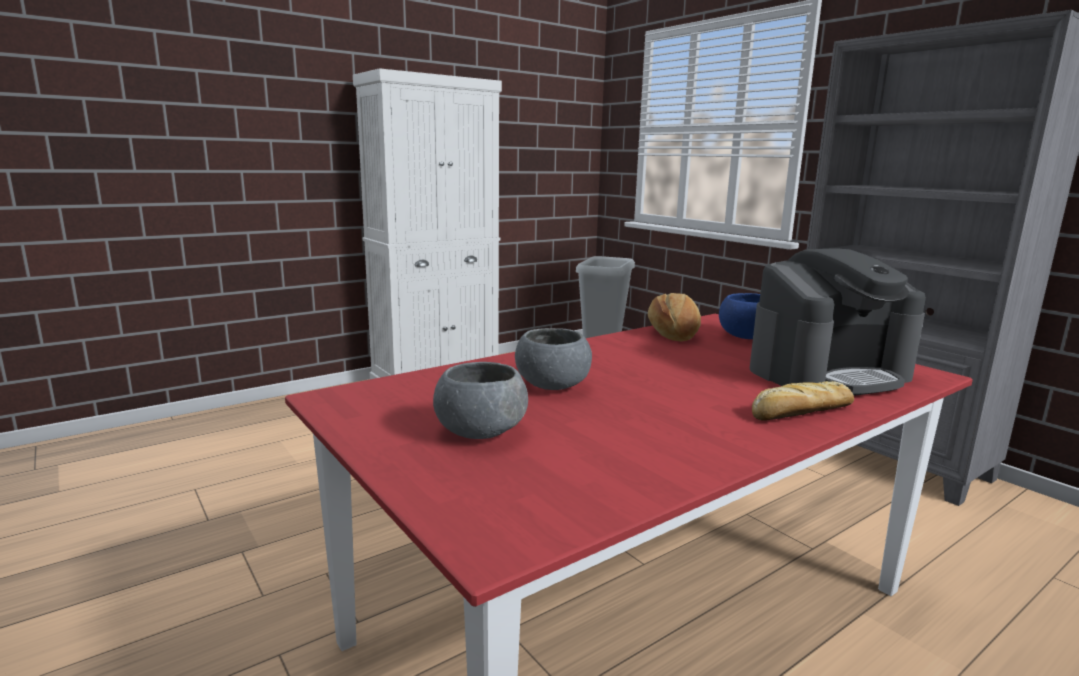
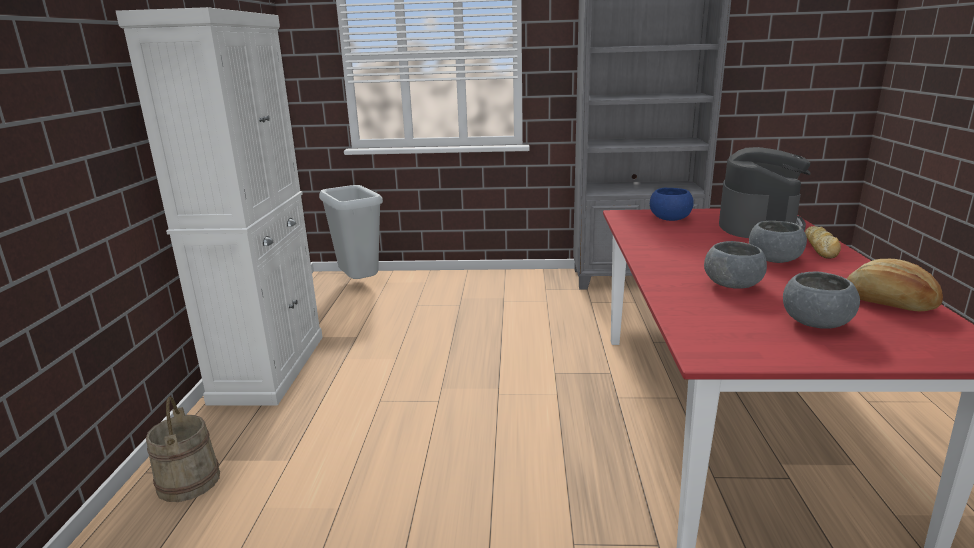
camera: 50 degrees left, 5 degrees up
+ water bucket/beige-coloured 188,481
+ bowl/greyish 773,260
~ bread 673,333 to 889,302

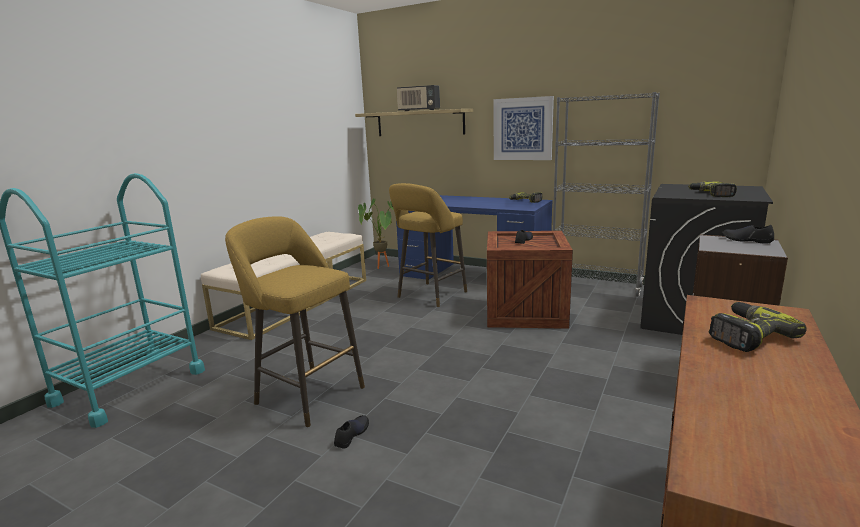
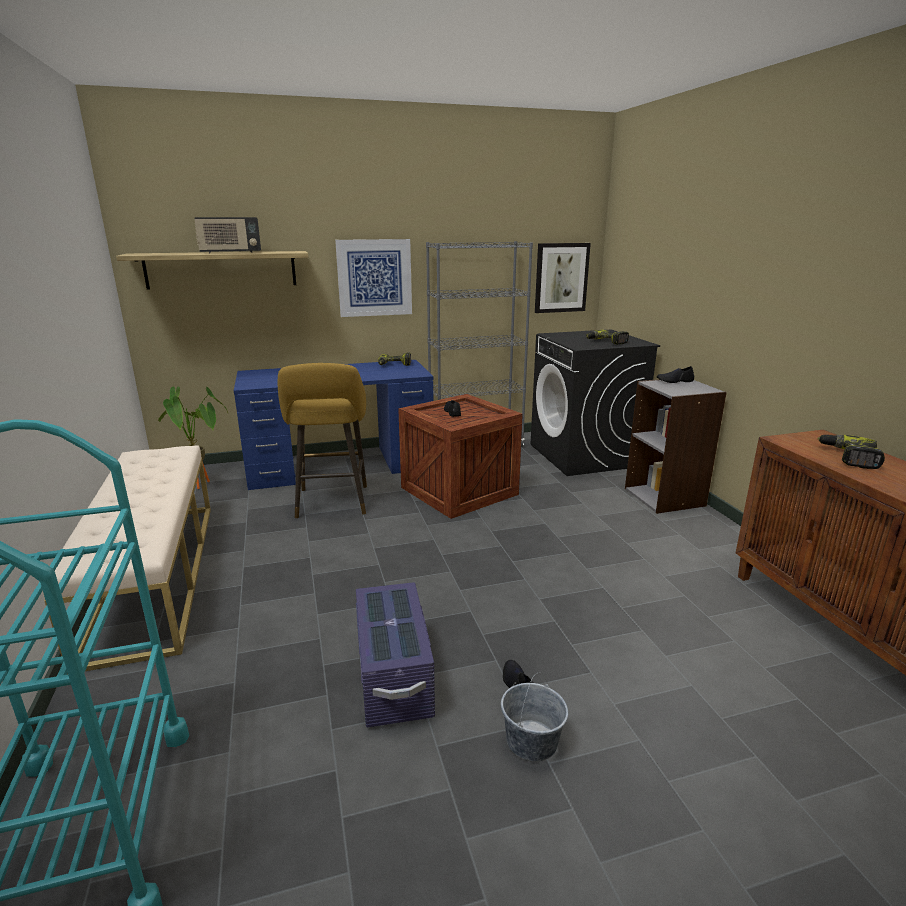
camera: 45 degrees left, 5 degrees up
+ water bucket/greyish 531,741
+ wall picture 561,278
~ sitting stool/yellow 306,393 to storage bin/purple 394,676

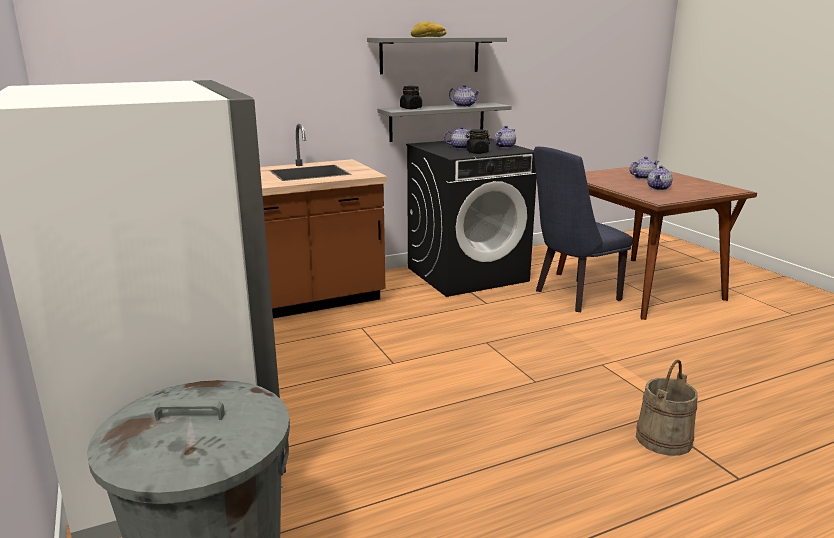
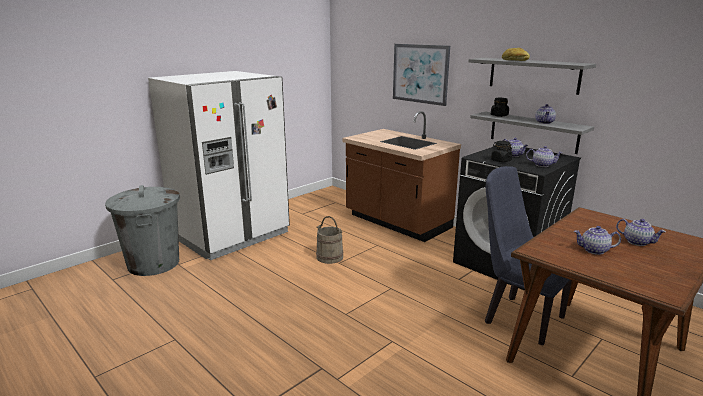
camera: 70 degrees right, 0 degrees up
+ wall picture 420,73
~ water bucket/beige-coloured 663,439 to 330,257

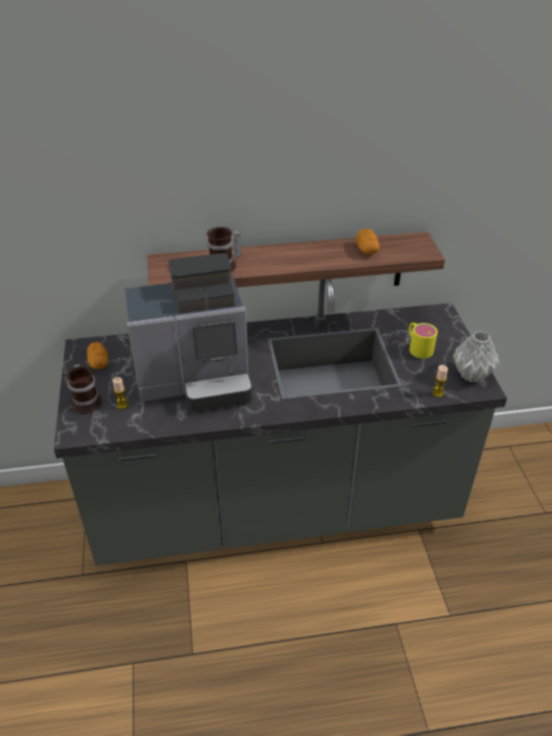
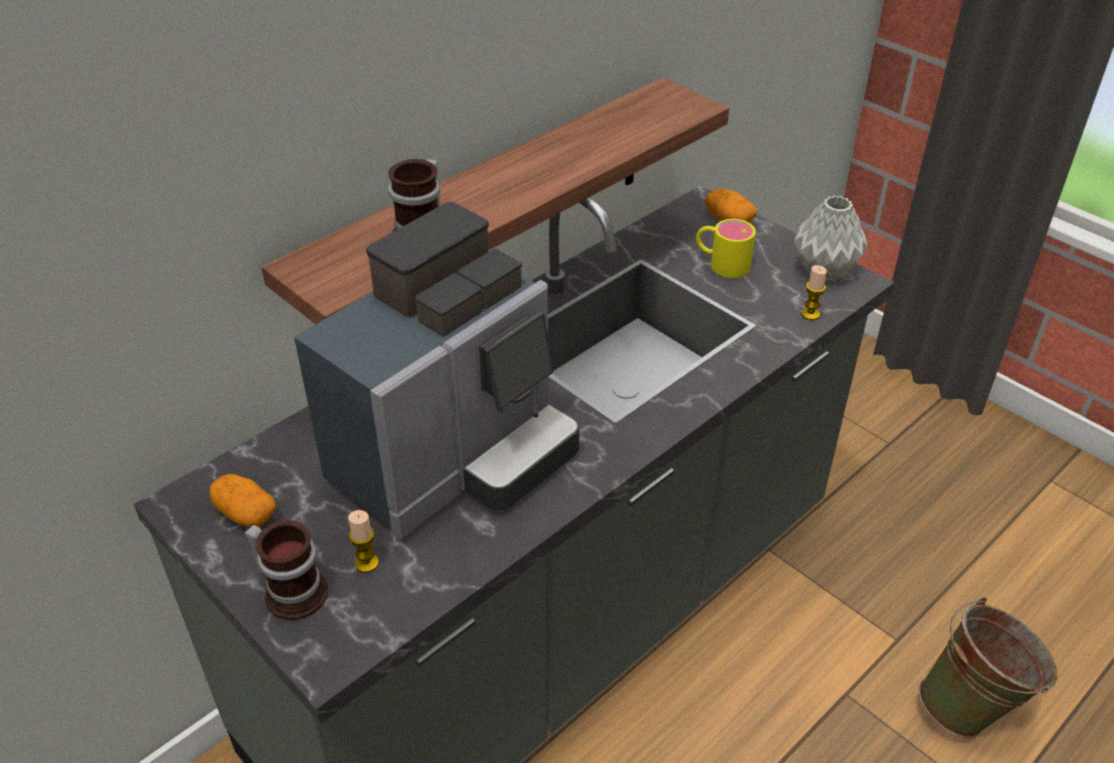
camera: 35 degrees left, 0 degrees up
+ water bucket/green 972,709
~ potato 366,250 to 728,219

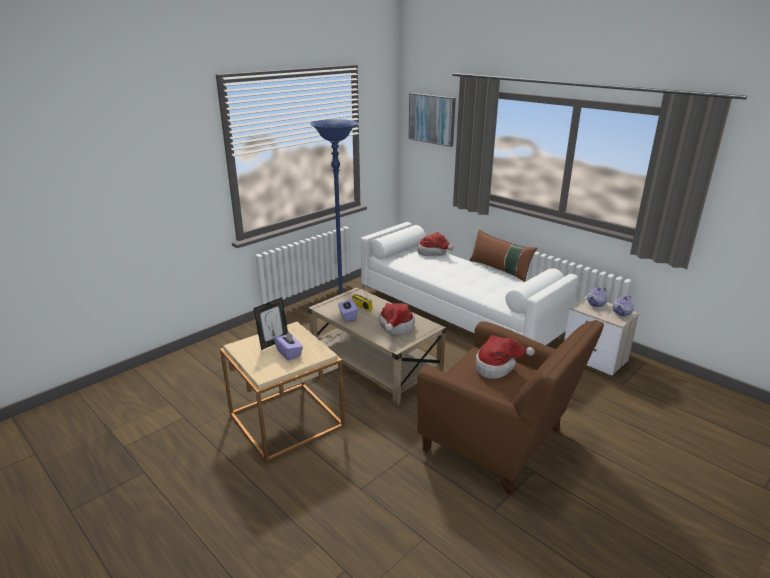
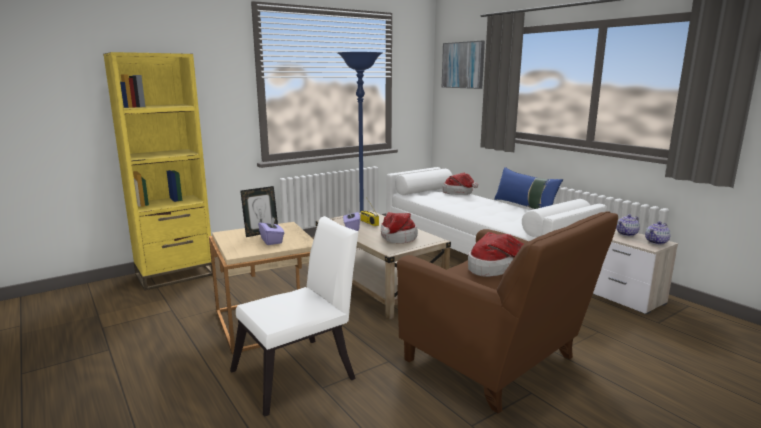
camera: 10 degrees right, 10 degrees down
+ bookcase/yellow 175,275
+ chair/whitish 300,373
~ pillow/brown-coloured 500,269 to pillow/blue 525,206

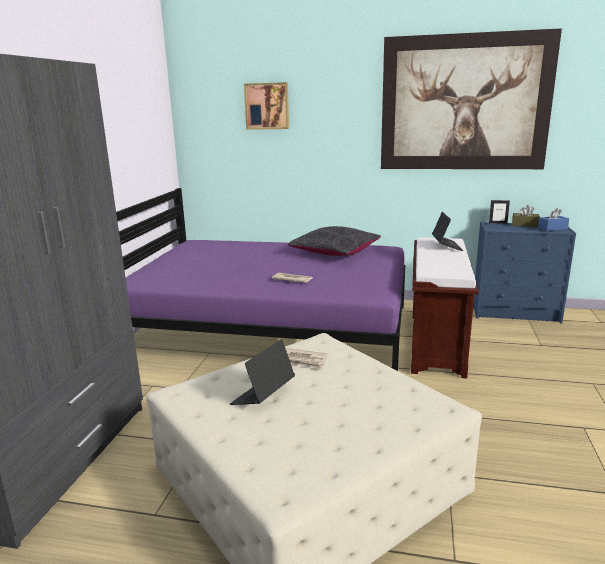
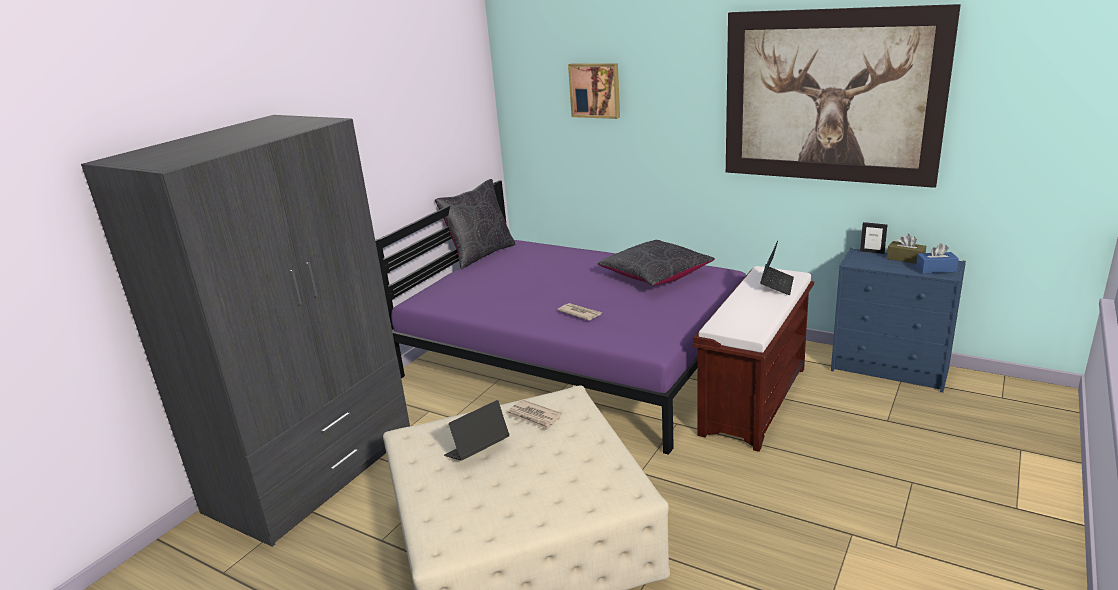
camera: 20 degrees right, 5 degrees up
+ pillow/blackish 480,254

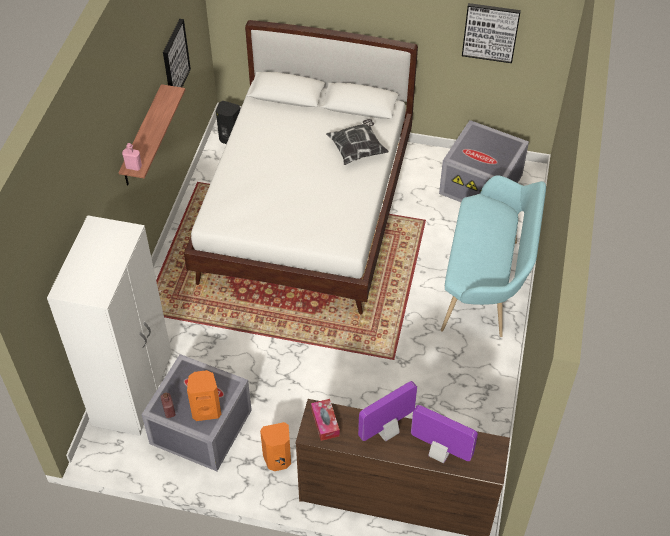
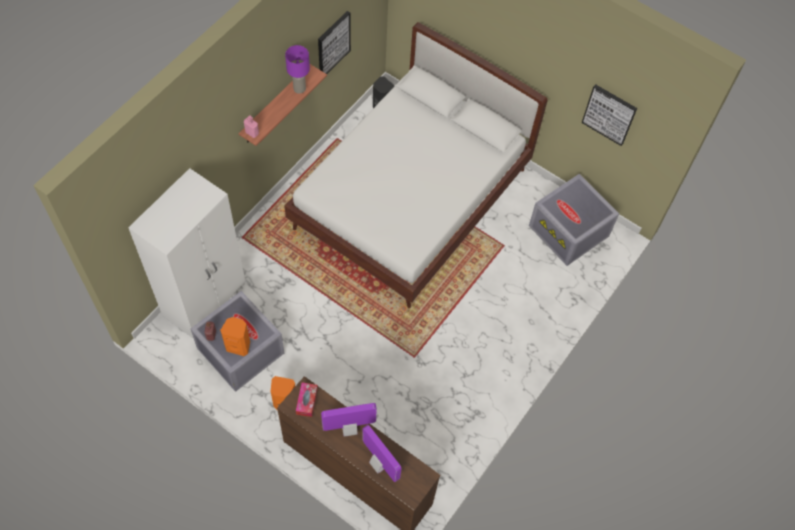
camera: 20 degrees right, 10 degrees up
- pillow 357,150
- long seat/blue-green 486,284
+ tabletop lamp/purple 299,89

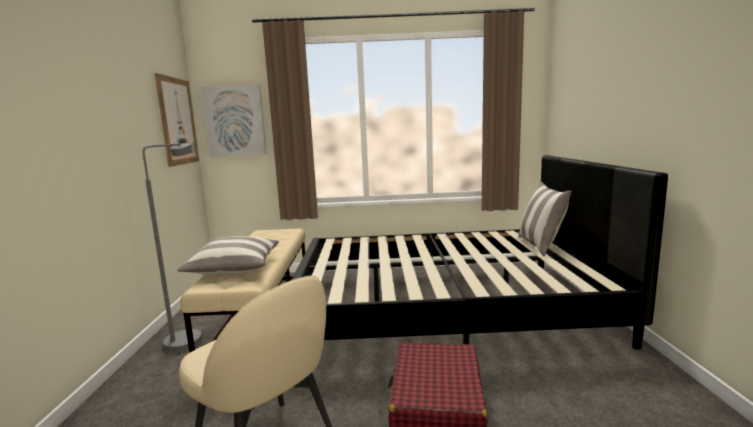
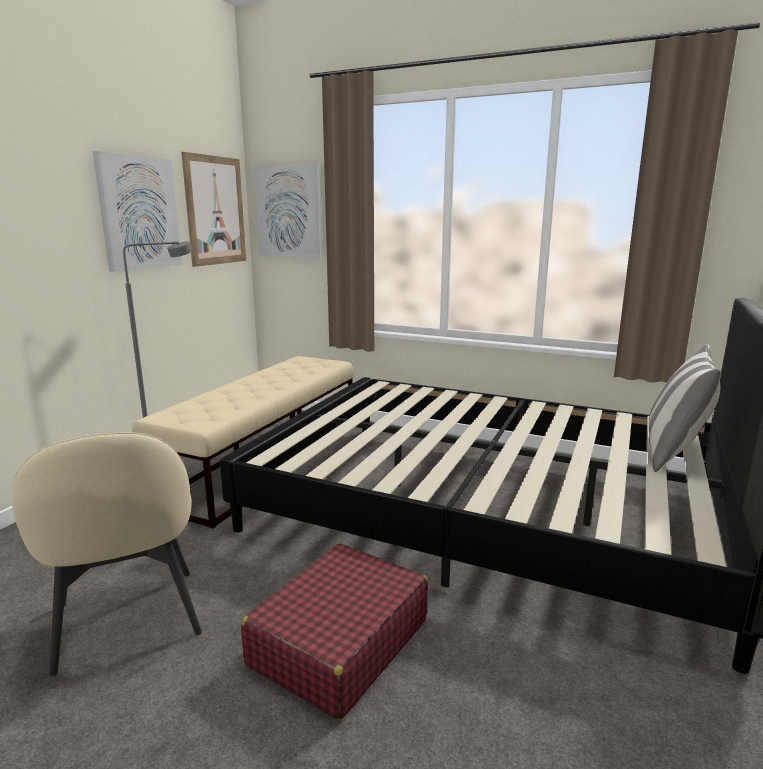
camera: 25 degrees right, 5 degrees up
- pillow 235,268
+ wall picture 139,213

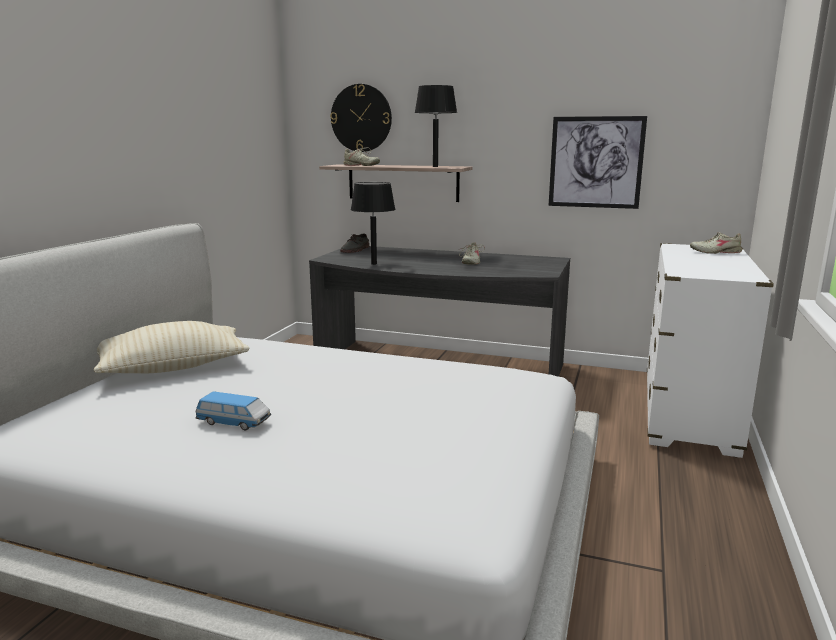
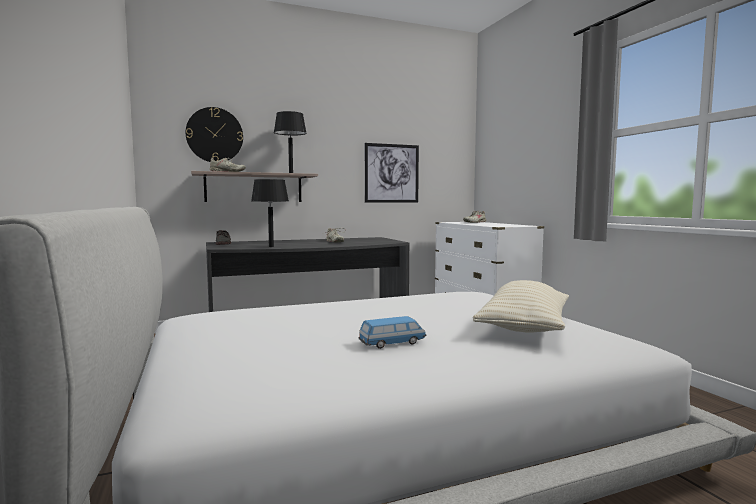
camera: 40 degrees left, 10 degrees down
~ pillow/beige-coloured 173,368 to 524,327

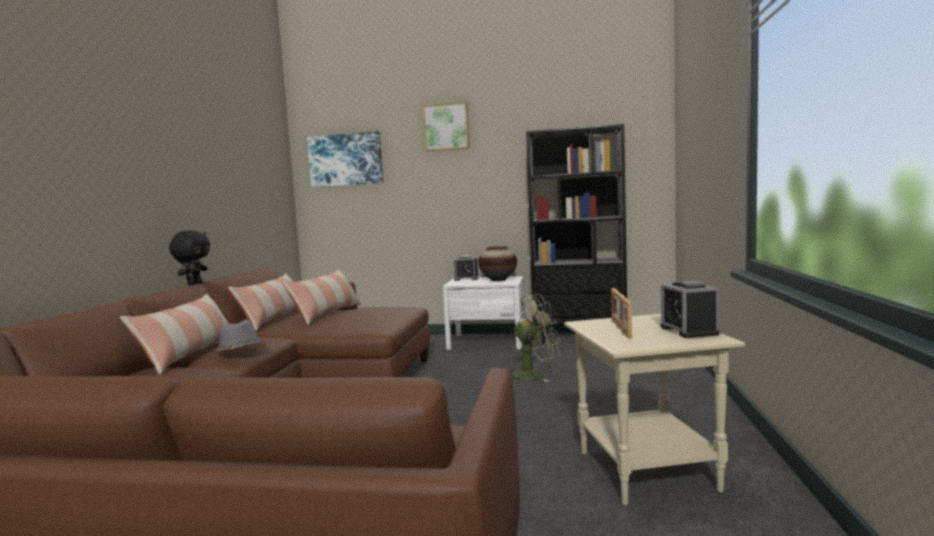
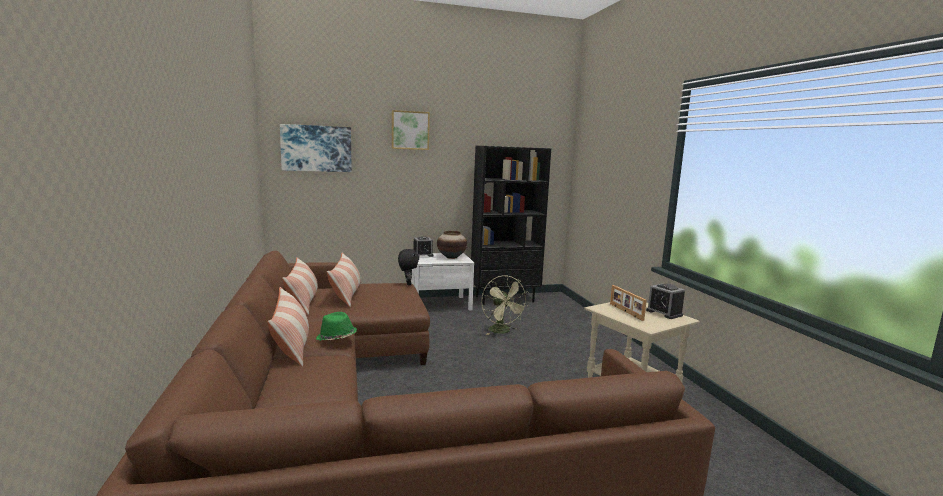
camera: 25 degrees left, 5 degrees up
~ soft toy/blackish 194,284 to 407,284
~ hat/greyish 239,351 to hat/green 336,338
~ cooling fan/green 534,374 = 502,331 105 degrees clockwise

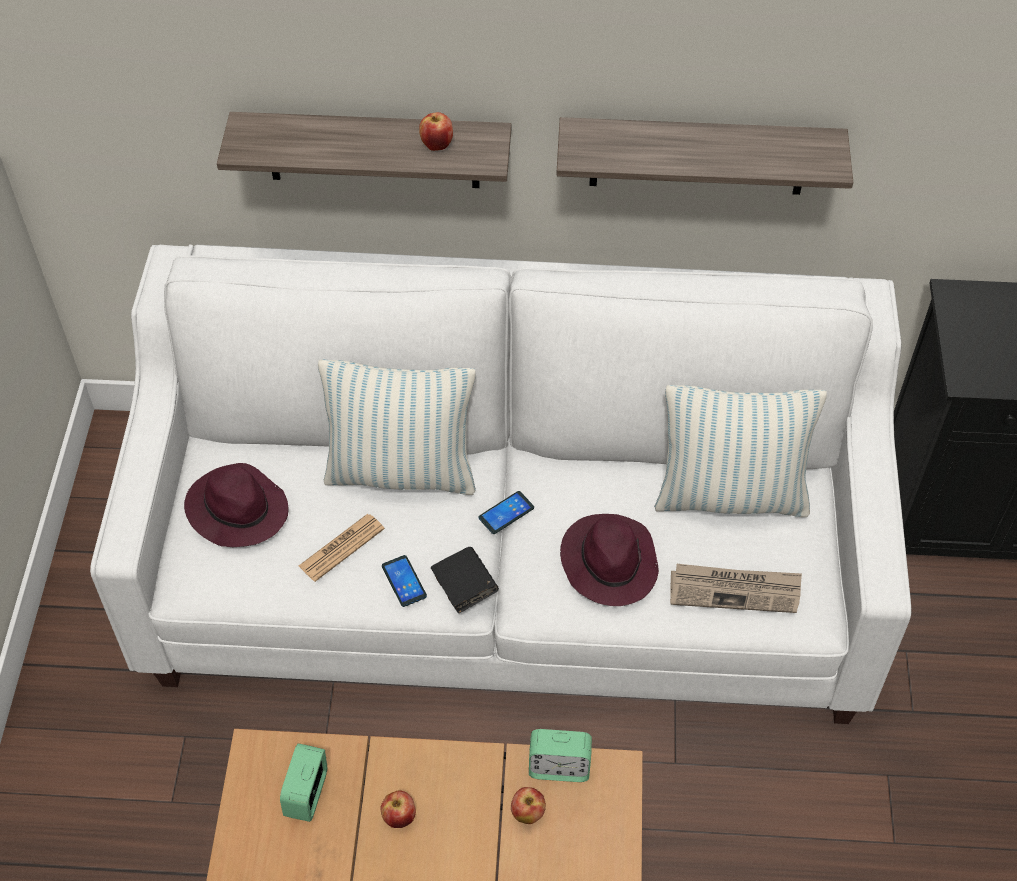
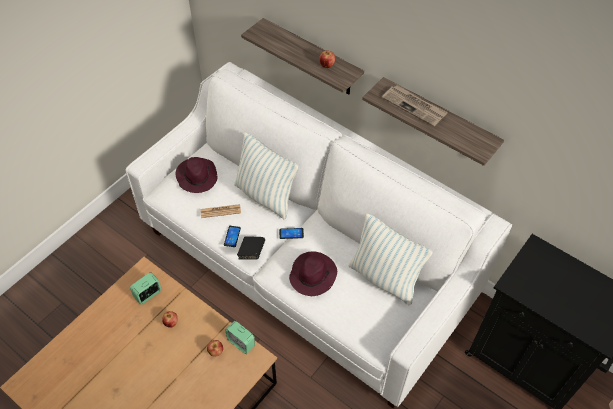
camera: 35 degrees right, 0 degrees up
~ daily paper 735,590 to 414,106

